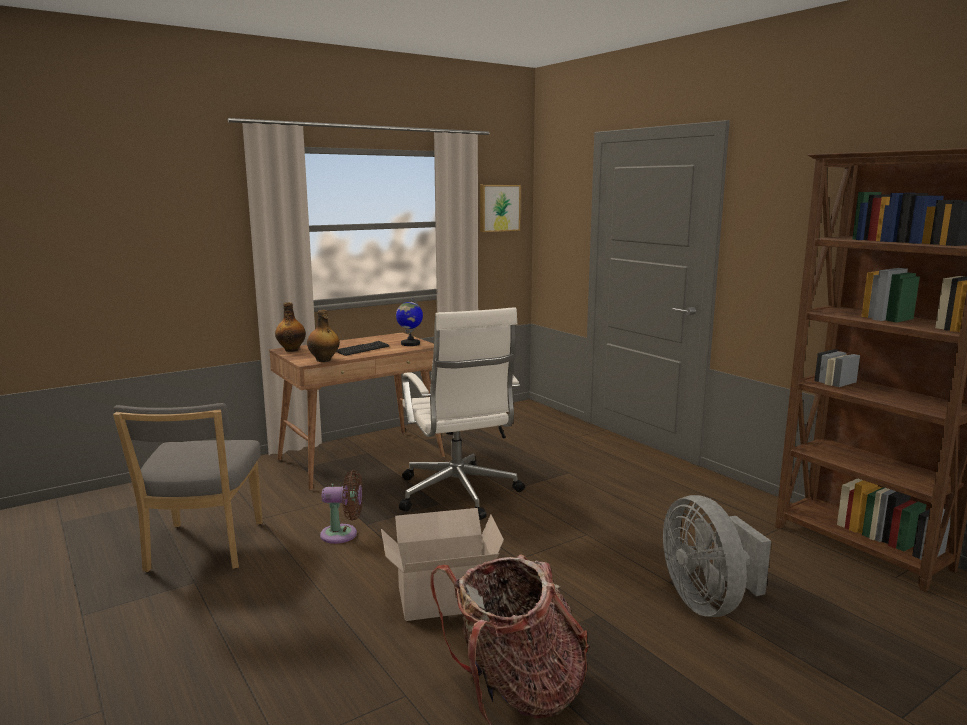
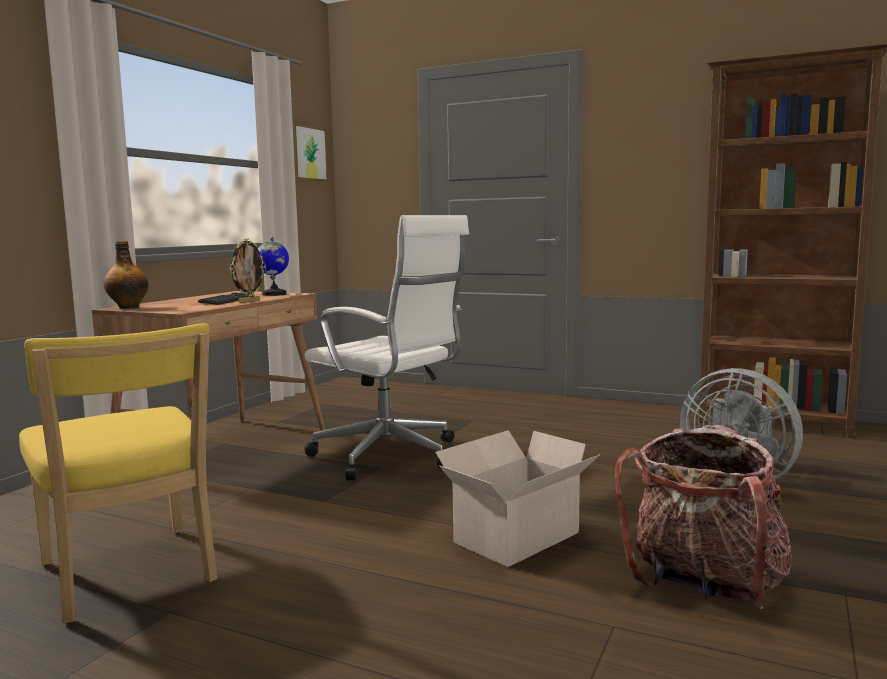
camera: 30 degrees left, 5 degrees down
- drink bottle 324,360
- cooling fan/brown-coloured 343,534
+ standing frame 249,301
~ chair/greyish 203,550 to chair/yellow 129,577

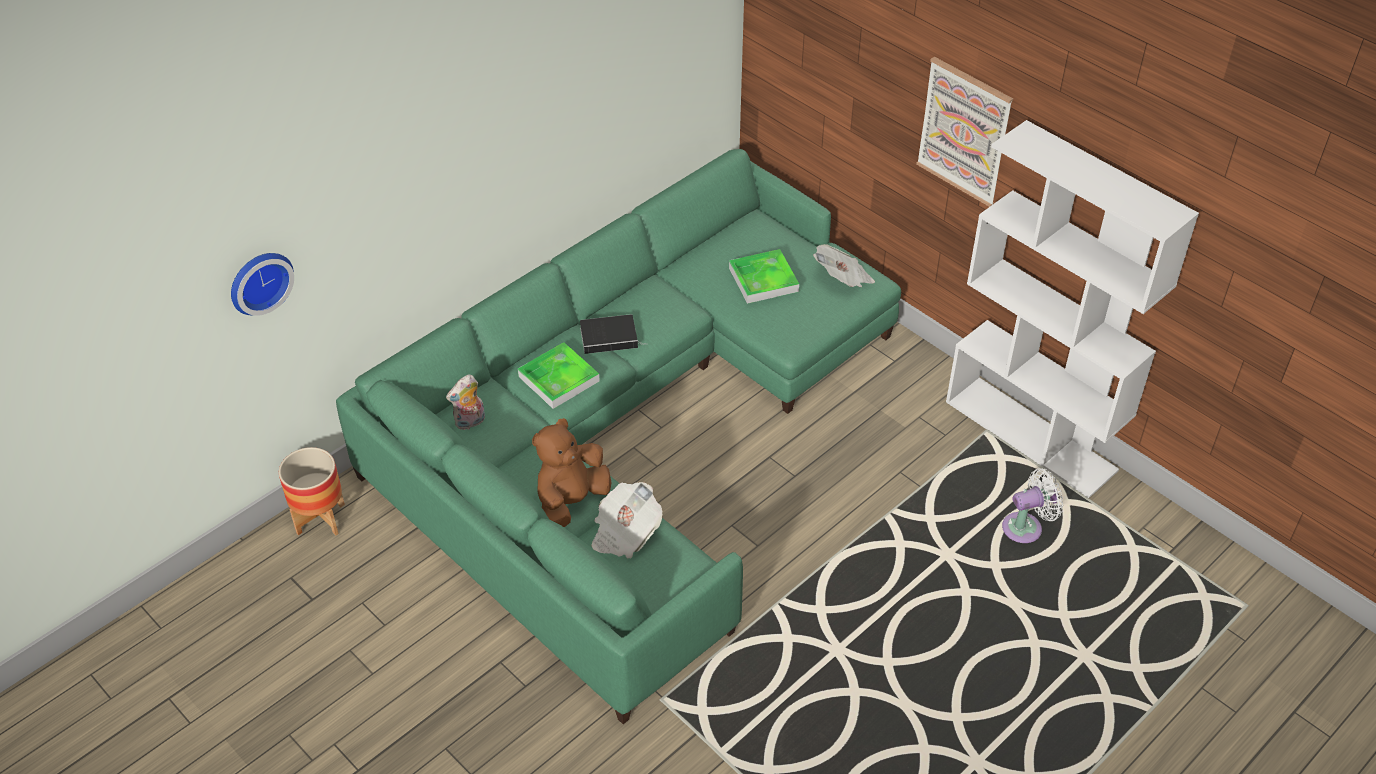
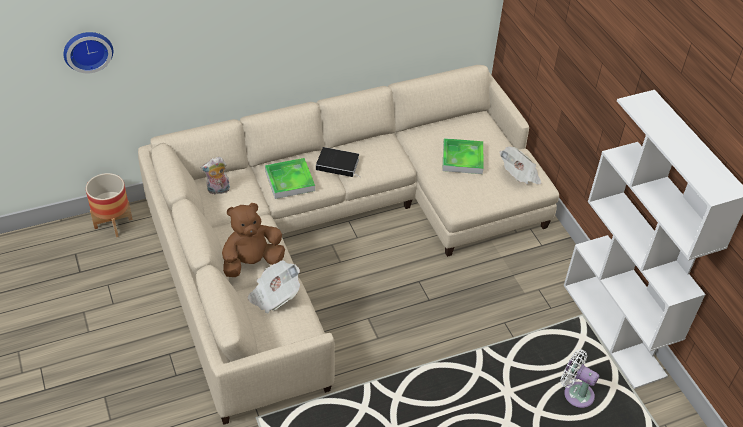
camera: 20 degrees right, 0 degrees up
- wall picture 964,131
~ sofa/green 628,429 to sofa/beige-coloured 334,231
~ cooling fan/whitish 1026,527 = 575,393 150 degrees counterclockwise

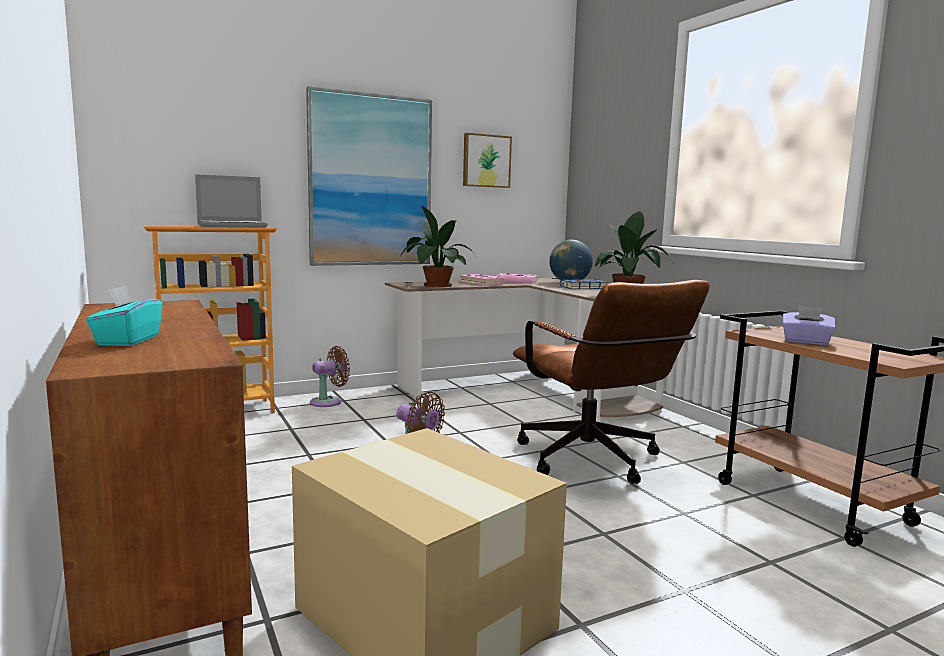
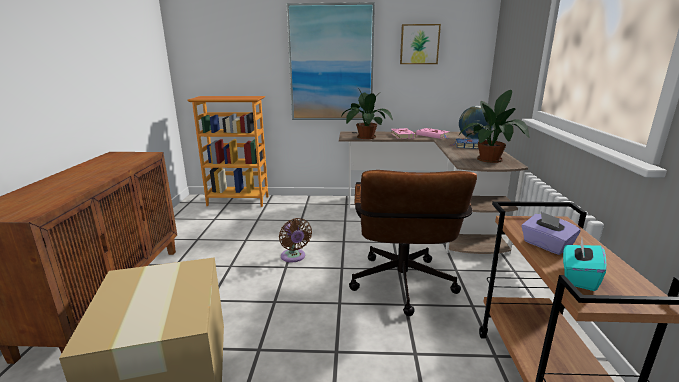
camera: 30 degrees right, 10 degrees up
- notebook computer 233,226
- cooling fan/brown-coloured 329,402
~ tissue holder/blue-green 127,341 to 578,277

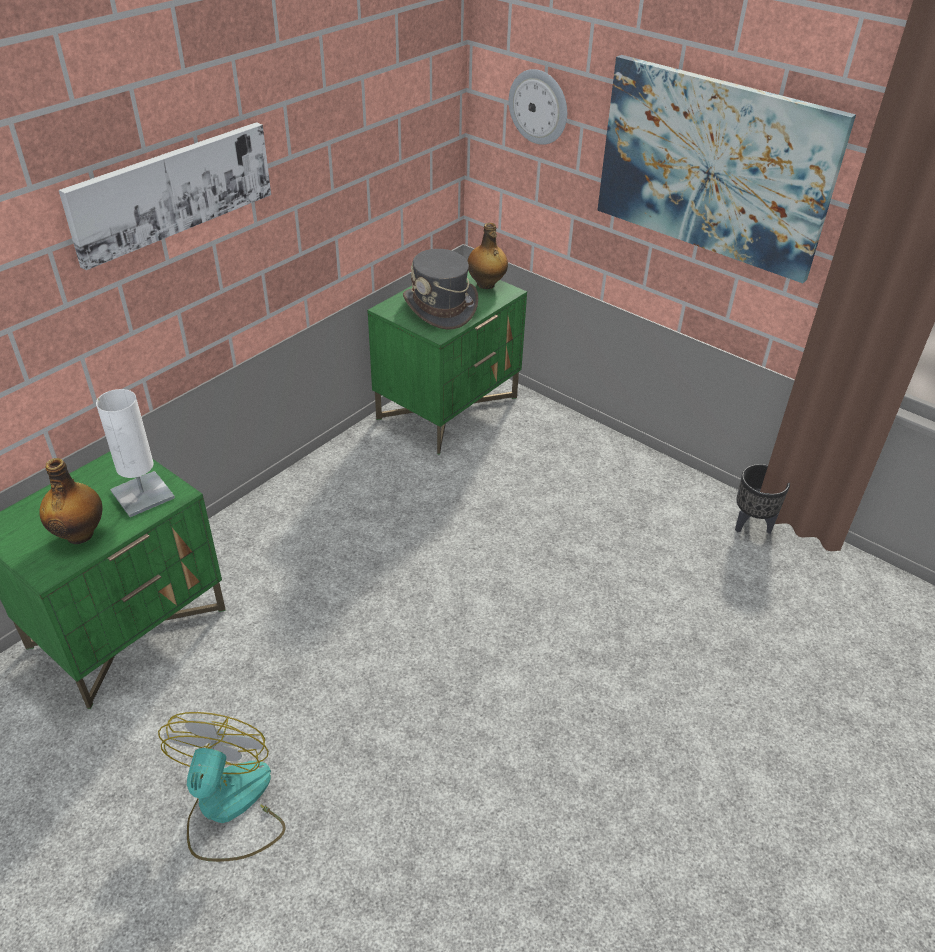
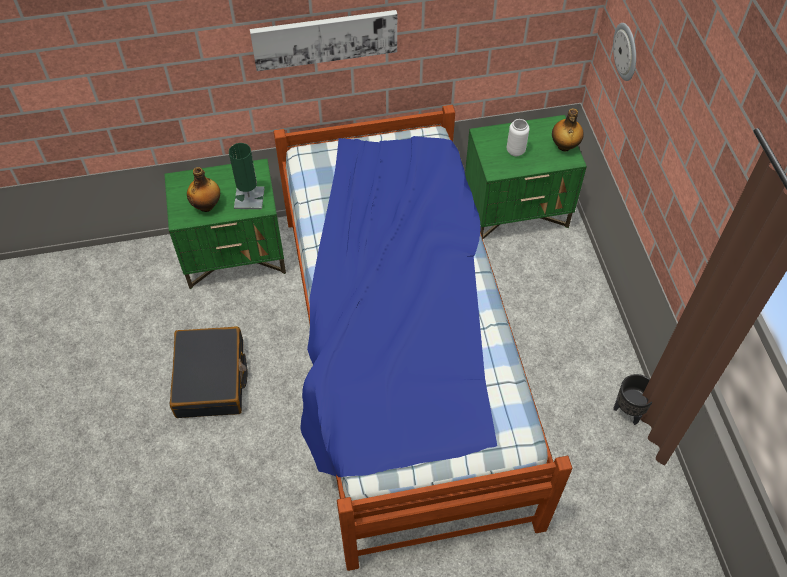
camera: 40 degrees right, 15 degrees up
- wall picture 713,166
+ bedroom bed 400,359
~ cooling fan 228,808 to travel case/blackish 211,379
~ hat/greyish 440,308 to flower vase/whitish 515,151
~ tabletop lamp/whitish 143,495 to tabletop lamp/green 249,198

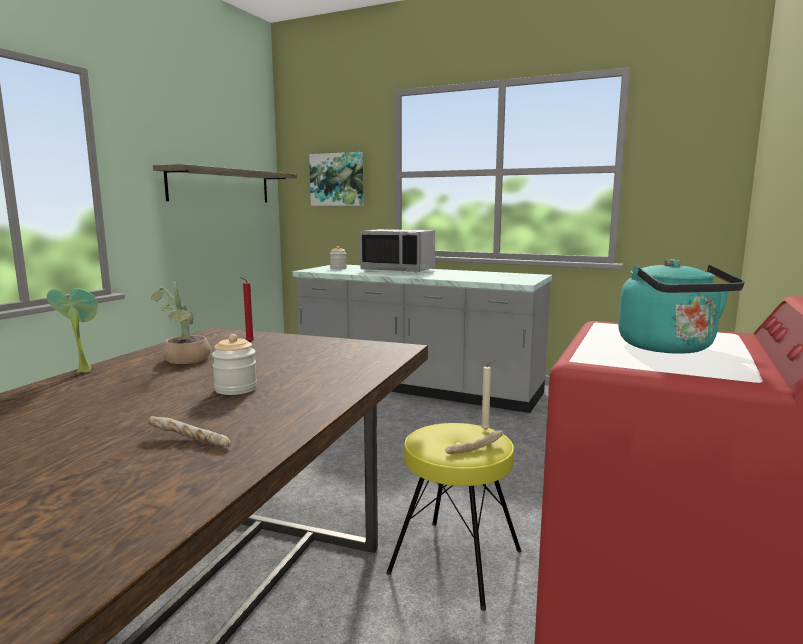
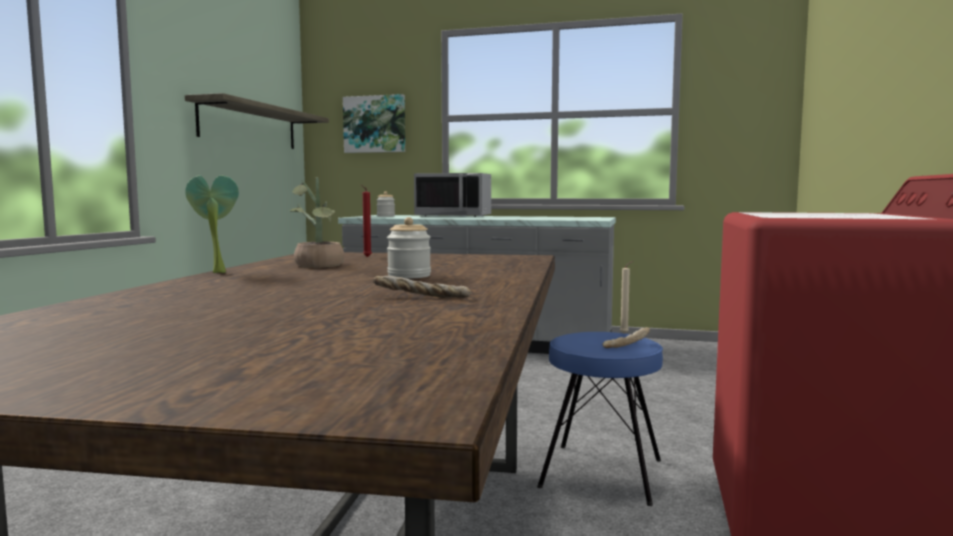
camera: 10 degrees left, 5 degrees down
- water kettle/blue-green 670,348
~ sitting stool/yellow 456,562 to sitting stool/blue 602,473

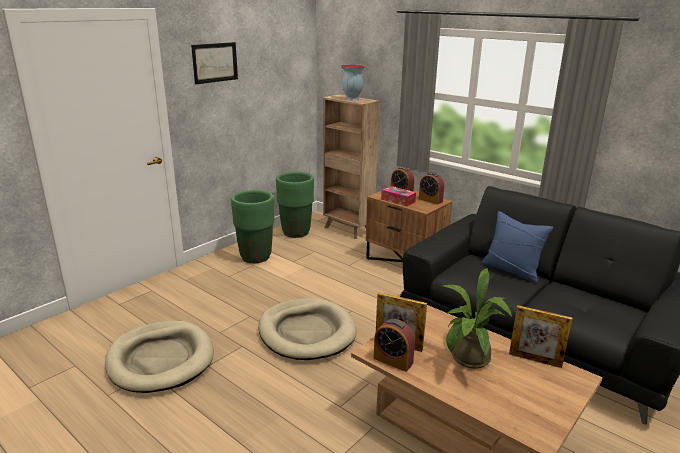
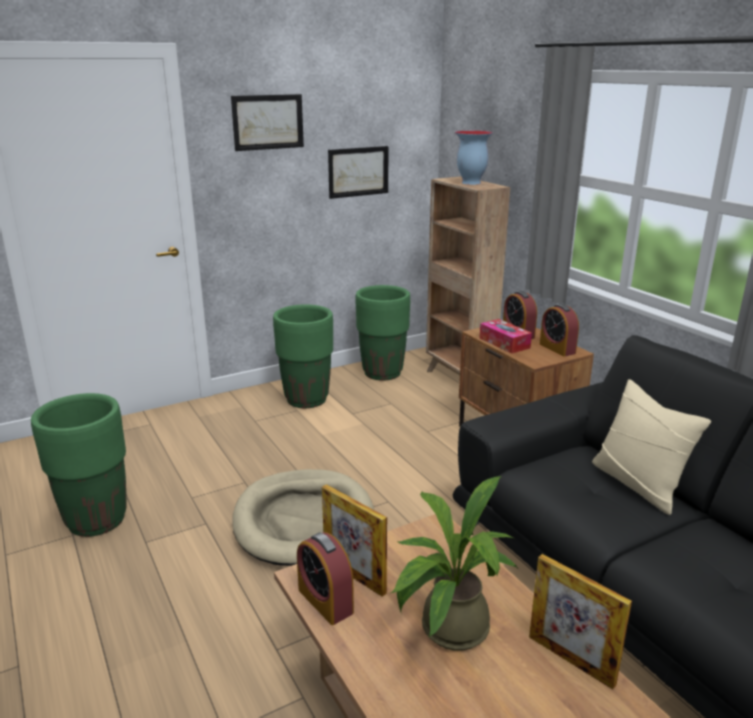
camera: 20 degrees right, 0 degrees up
+ wall picture 358,171
~ pet bed/beige-coloured 161,359 to flower pot/green 96,520
~ pillow/blue 511,270 to pillow/beige-coloured 638,484

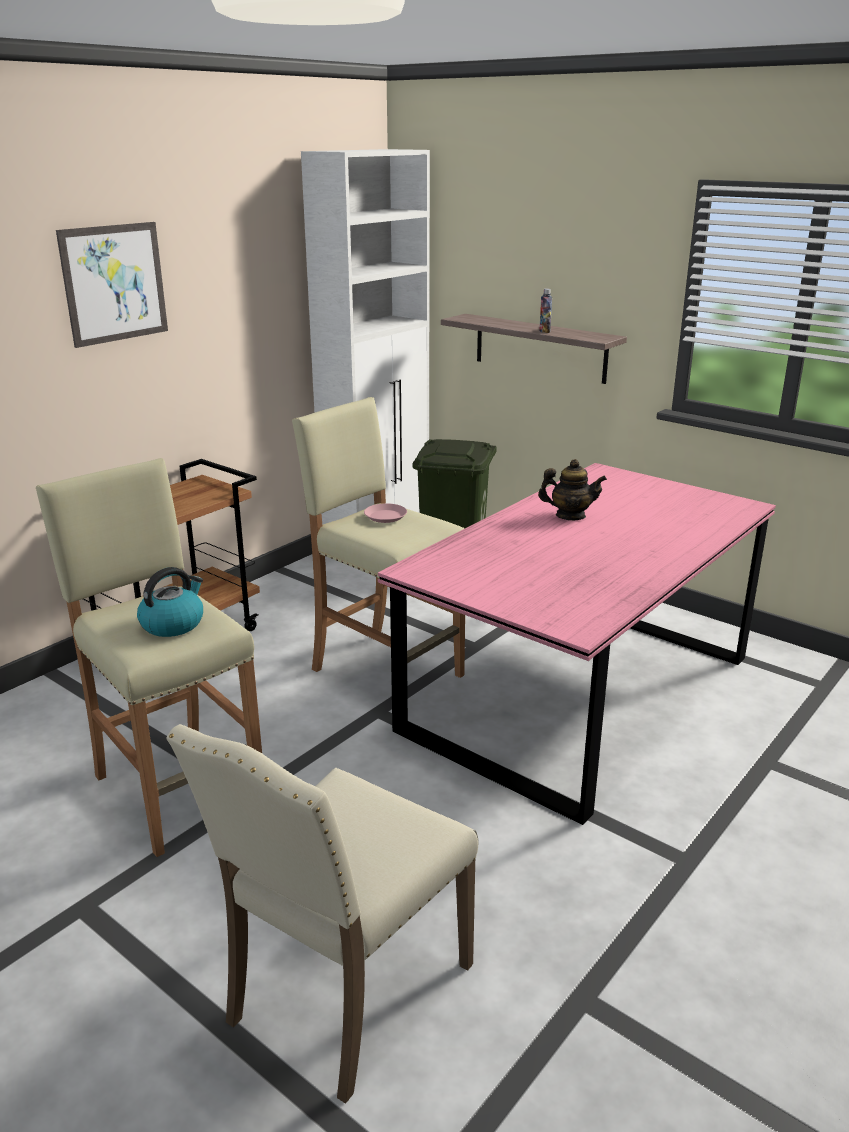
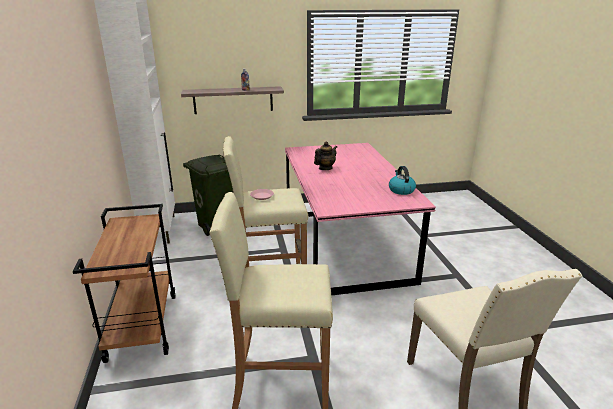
camera: 50 degrees left, 0 degrees up
- wall picture 114,283
~ water kettle 173,624 to 401,190

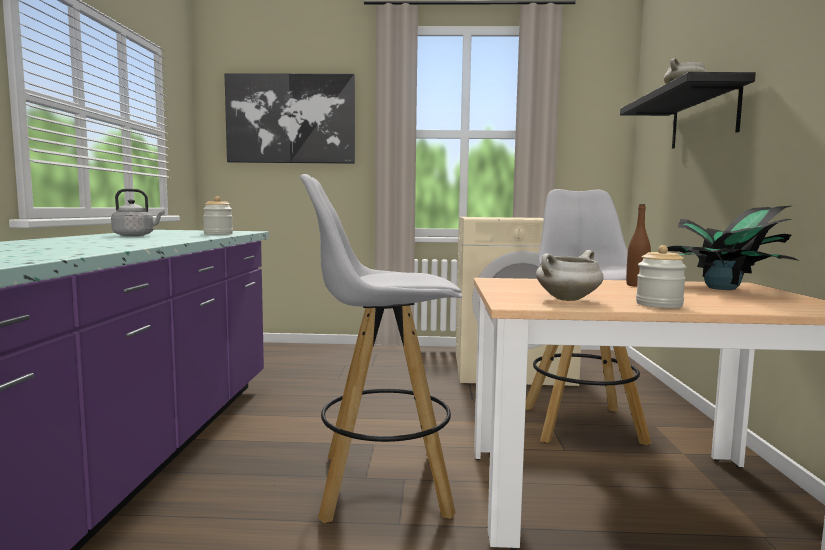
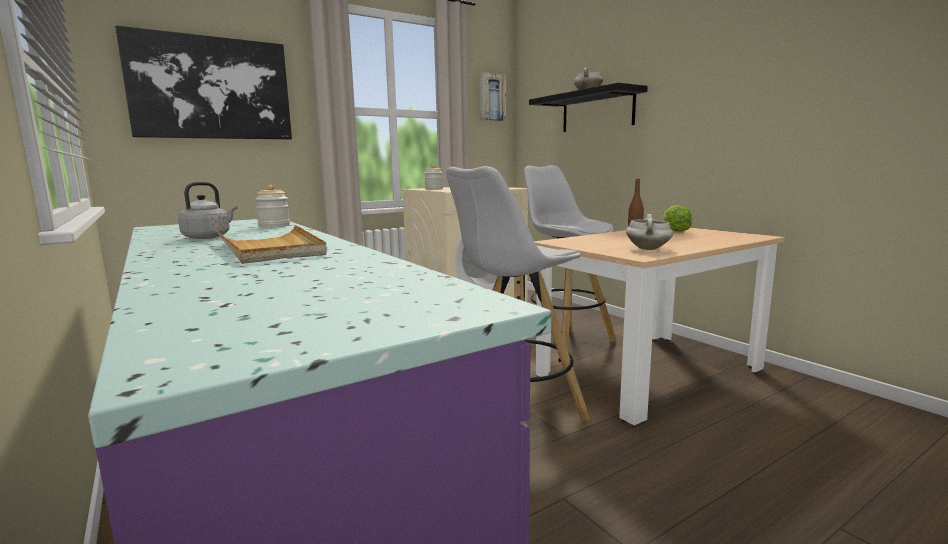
camera: 35 degrees left, 5 degrees up
+ tray/beige-coloured 270,249
+ wall picture 491,97
~ preserve jar 659,304 to 434,189
~ houseplant 722,288 to lettuce 674,230

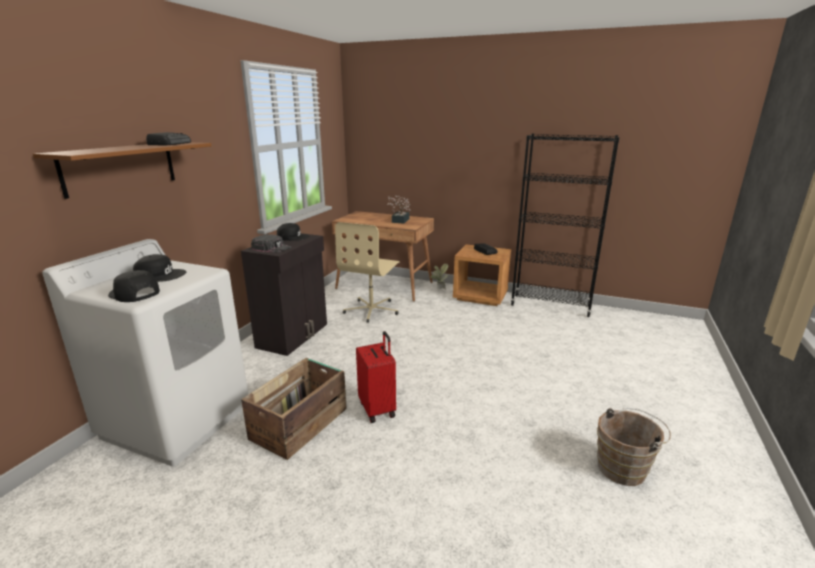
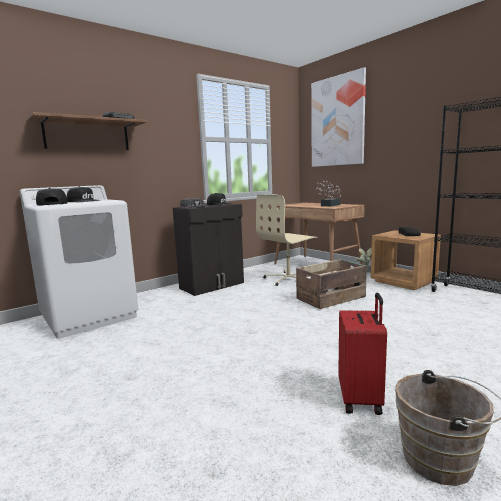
camera: 30 degrees right, 10 degrees down
+ wall picture 337,121
~ packing crate 301,423 to 332,298
~ travel case/red-coloured 378,409 to 361,399

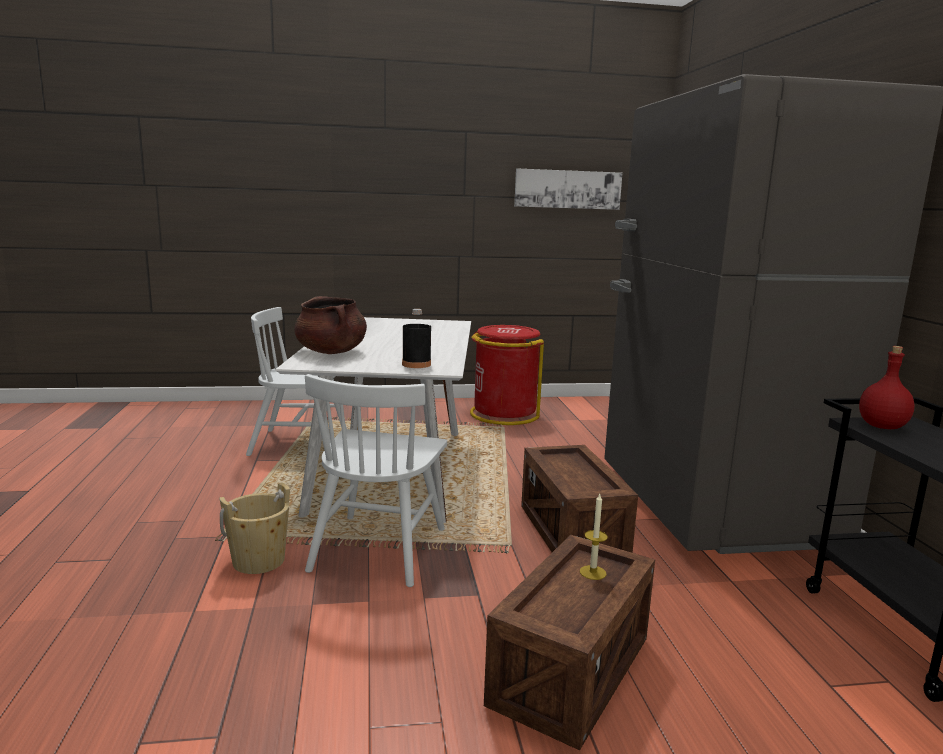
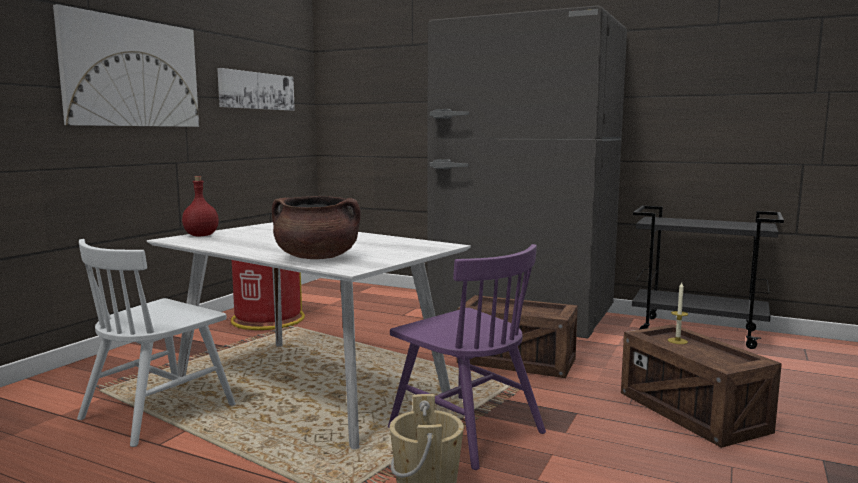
camera: 55 degrees left, 5 degrees down
- drink bottle/blackish 416,364
+ wall picture 132,73
~ drink bottle/red-coloured 882,427 to 201,236
~ chair/whitish 378,549 to chair/purple 465,429

